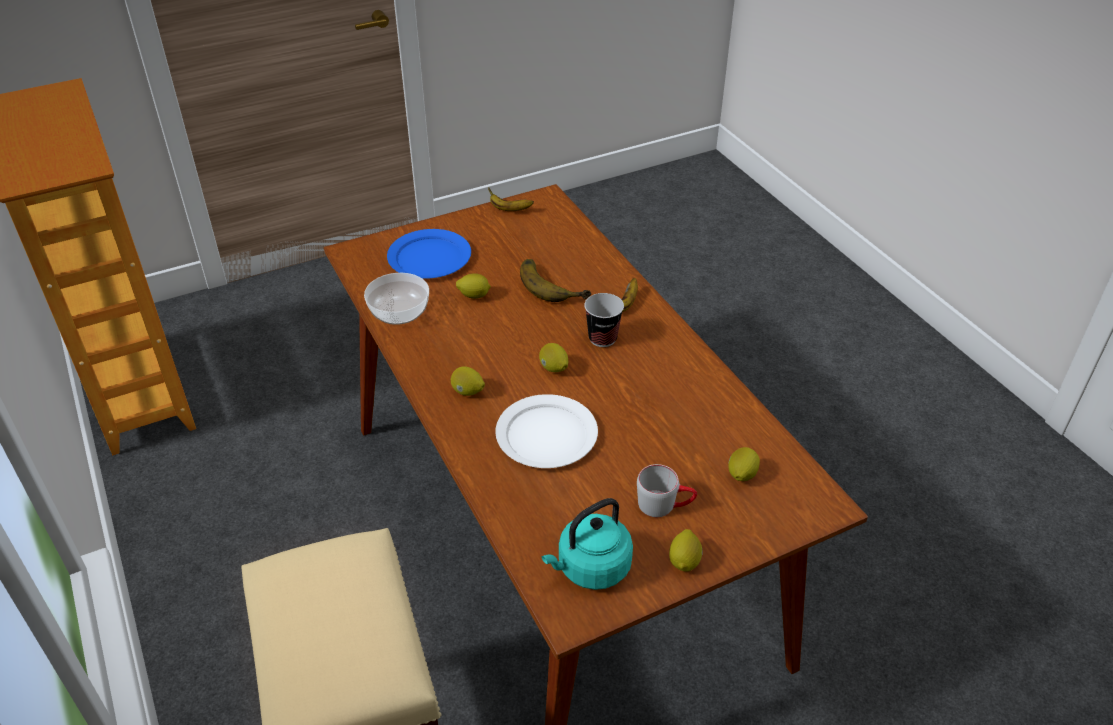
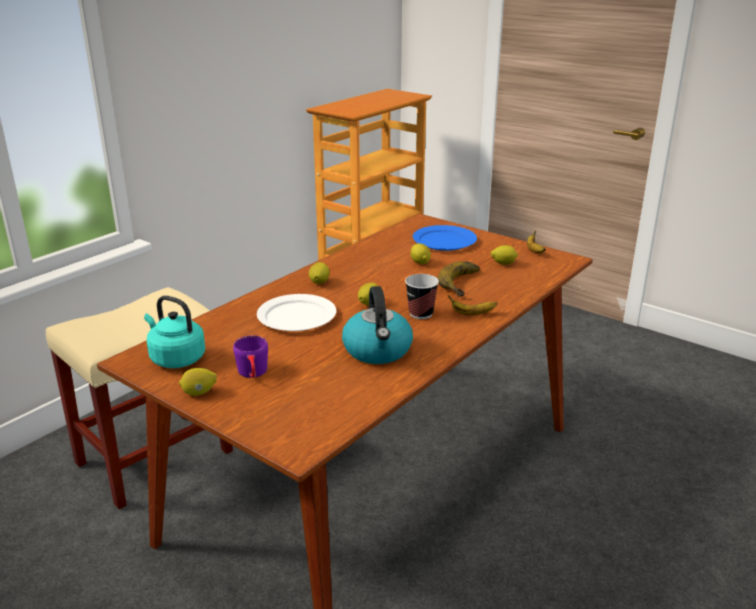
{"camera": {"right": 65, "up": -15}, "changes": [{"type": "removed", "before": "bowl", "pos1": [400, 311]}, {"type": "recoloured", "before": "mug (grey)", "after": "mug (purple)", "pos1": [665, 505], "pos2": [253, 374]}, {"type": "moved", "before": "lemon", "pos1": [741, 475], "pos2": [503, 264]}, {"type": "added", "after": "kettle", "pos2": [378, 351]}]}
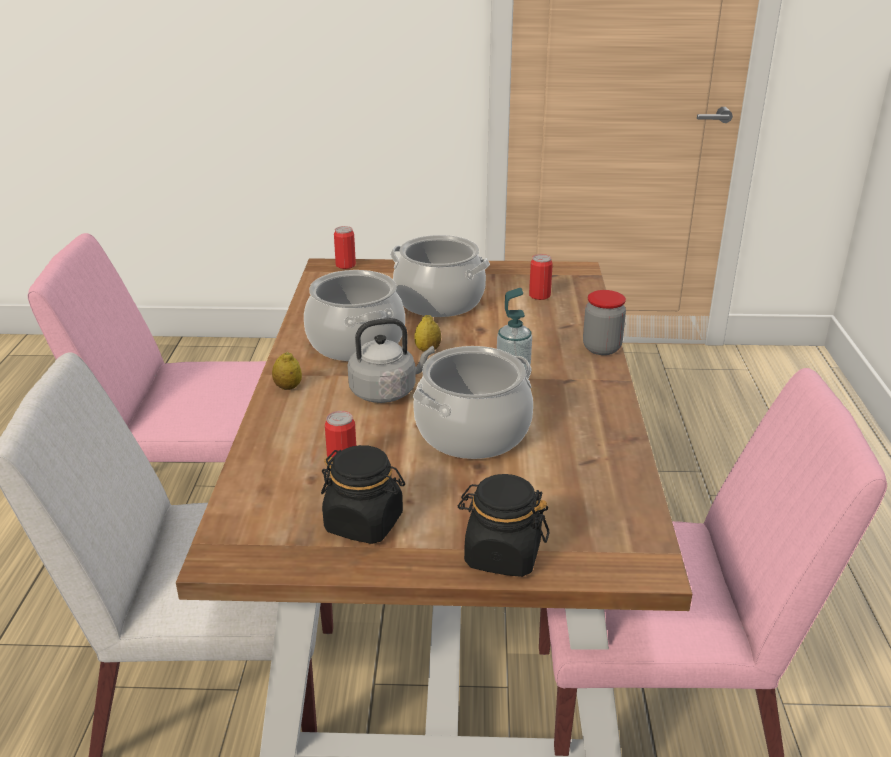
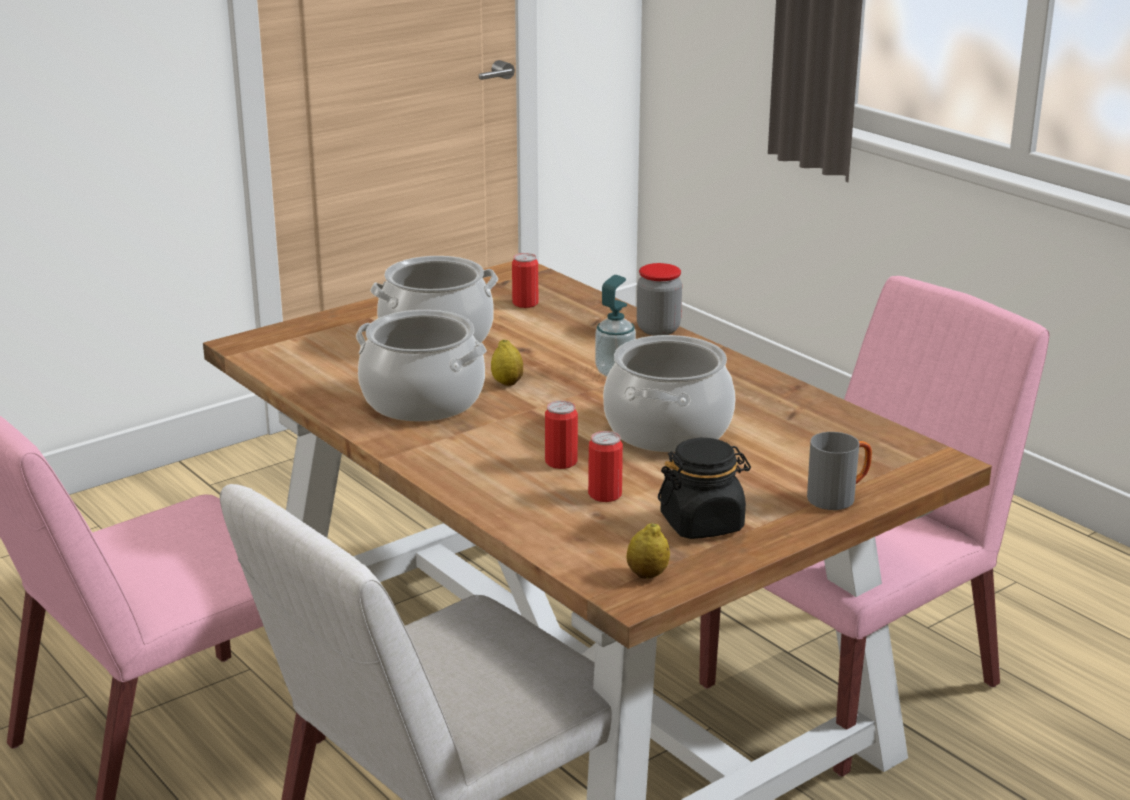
{"camera": {"right": -40, "up": -5}, "changes": [{"type": "moved", "before": "lemon", "pos1": [288, 387], "pos2": [647, 575]}, {"type": "moved", "before": "can", "pos1": [345, 265], "pos2": [561, 462]}, {"type": "removed", "before": "kettle (grey)", "pos1": [386, 392]}, {"type": "replaced", "before": "jar (black)", "after": "mug (grey)", "pos1": [502, 555], "pos2": [838, 498]}]}
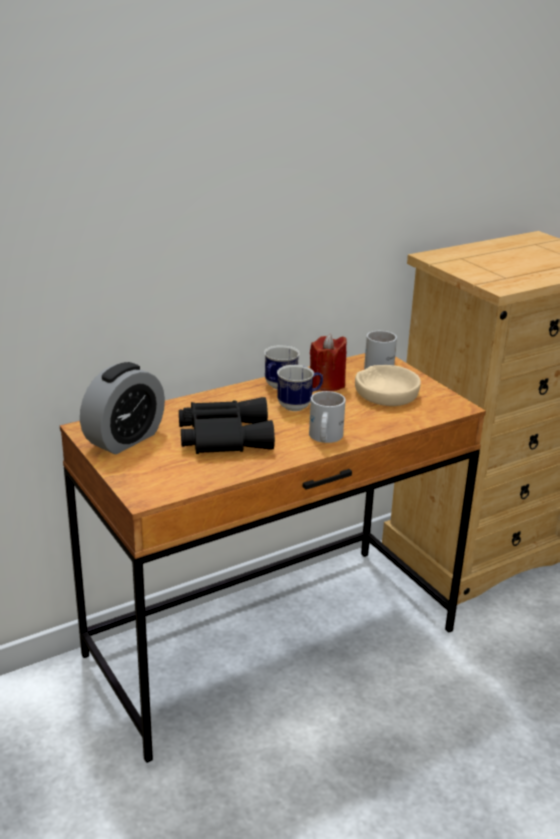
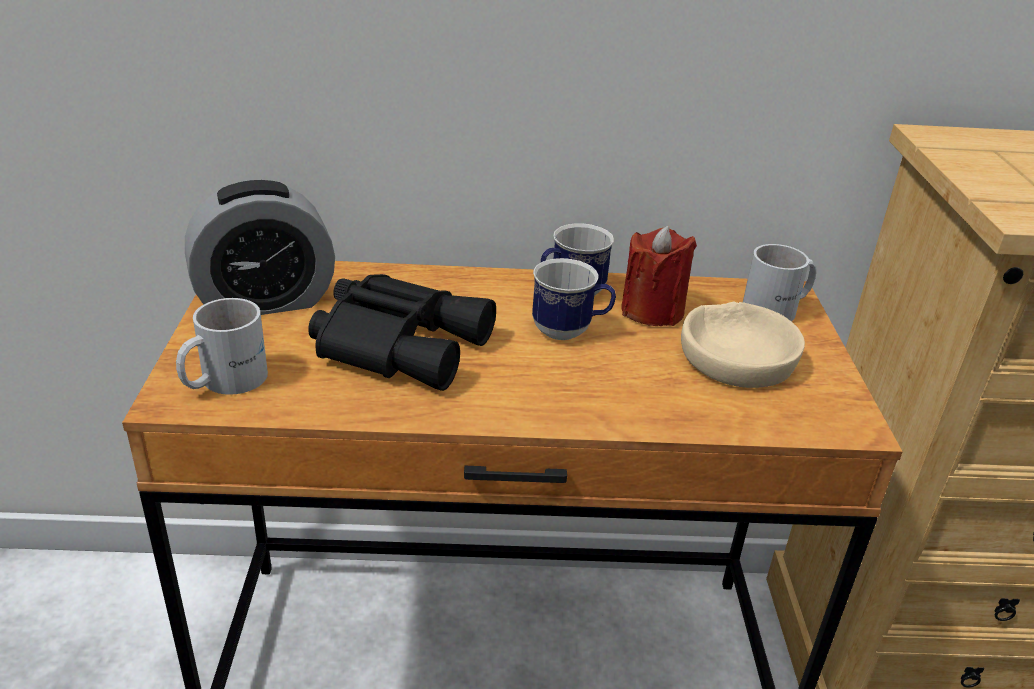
{"camera": {"right": 30, "up": 5}, "changes": [{"type": "moved", "before": "mug (white)", "pos1": [323, 437], "pos2": [222, 380]}]}
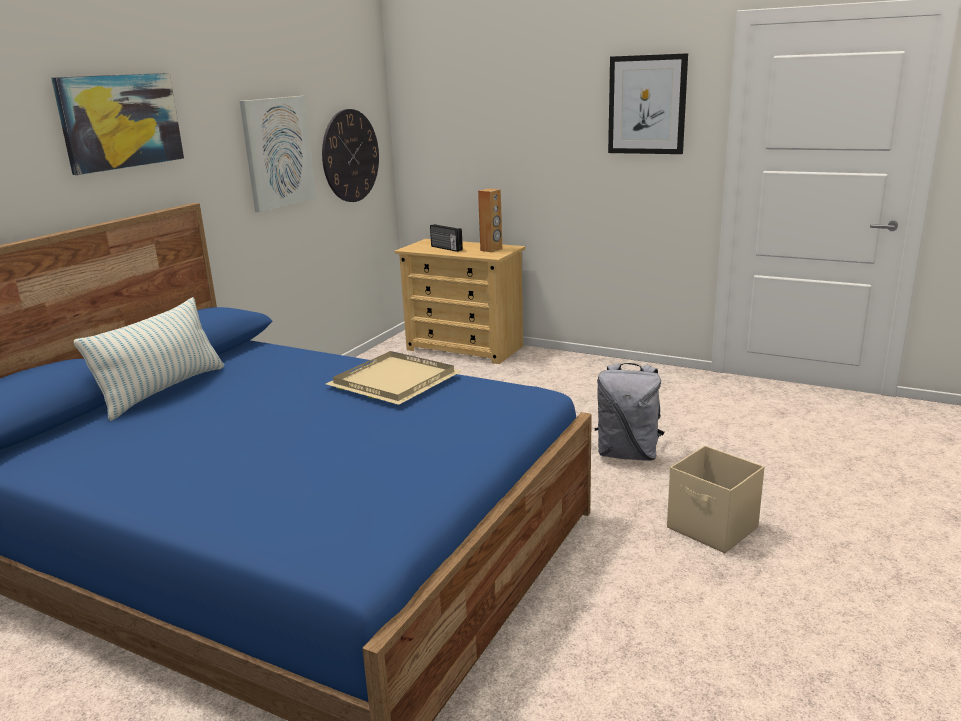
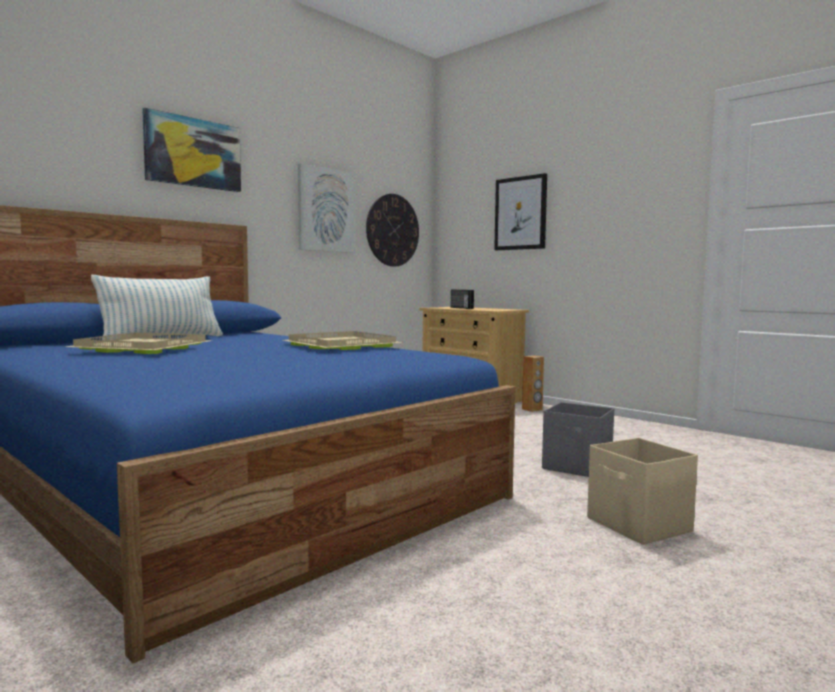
{"camera": {"right": 15, "up": -15}, "changes": [{"type": "moved", "before": "speaker (brown)", "pos1": [491, 250], "pos2": [532, 409]}, {"type": "replaced", "before": "backpack (grey)", "after": "storage box (grey)", "pos1": [628, 454], "pos2": [578, 467]}, {"type": "moved", "before": "picture", "pos1": [647, 105], "pos2": [520, 213]}, {"type": "added", "after": "tray (beige)", "pos2": [143, 348]}]}
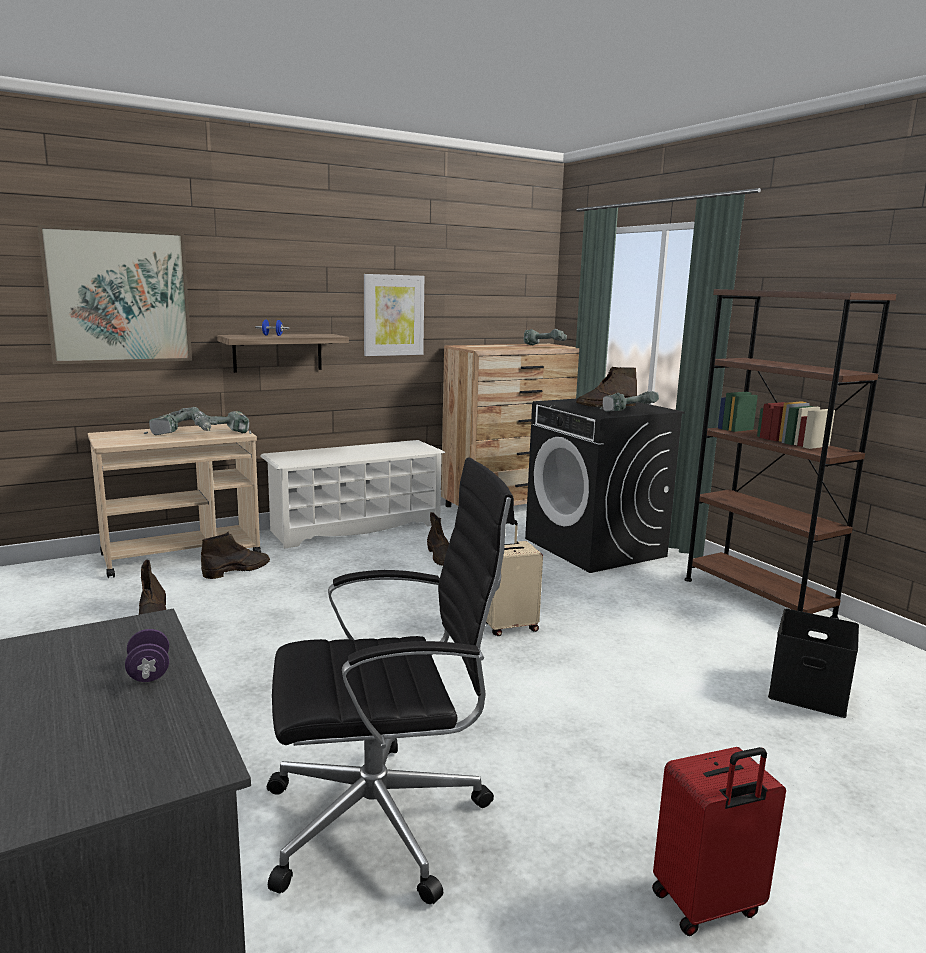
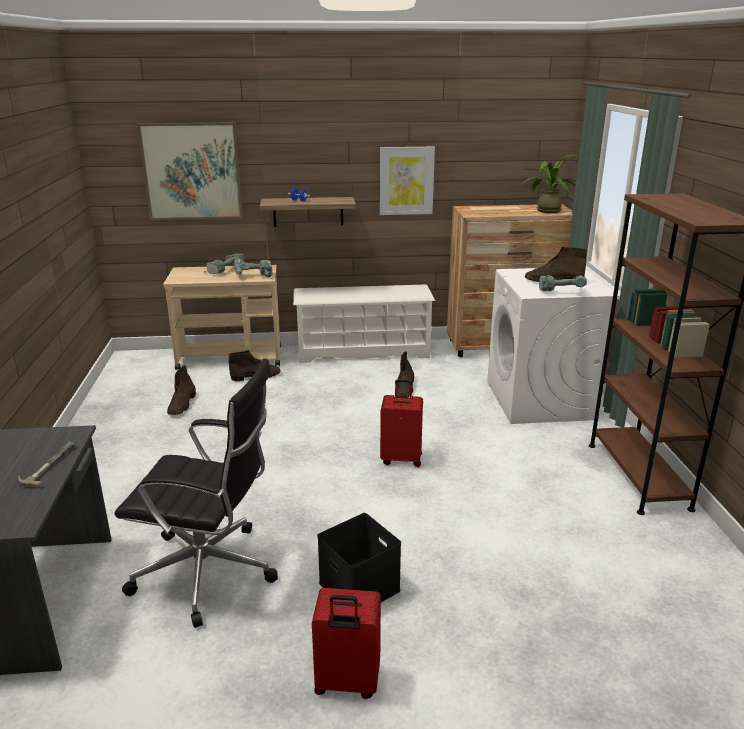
{"camera": {"right": 25, "up": 10}, "changes": [{"type": "replaced", "before": "dumbbell (purple)", "after": "hammer", "pos1": [149, 673], "pos2": [46, 466]}, {"type": "recoloured", "before": "suitcase (beige)", "after": "suitcase (red)", "pos1": [508, 626], "pos2": [401, 458]}, {"type": "replaced", "before": "power drill", "after": "potted plant", "pos1": [545, 346], "pos2": [545, 210]}, {"type": "recoloured", "before": "washing machine (black)", "after": "washing machine (white)", "pos1": [595, 548], "pos2": [540, 400]}, {"type": "moved", "before": "storage box (black)", "pos1": [810, 691], "pos2": [361, 587]}]}
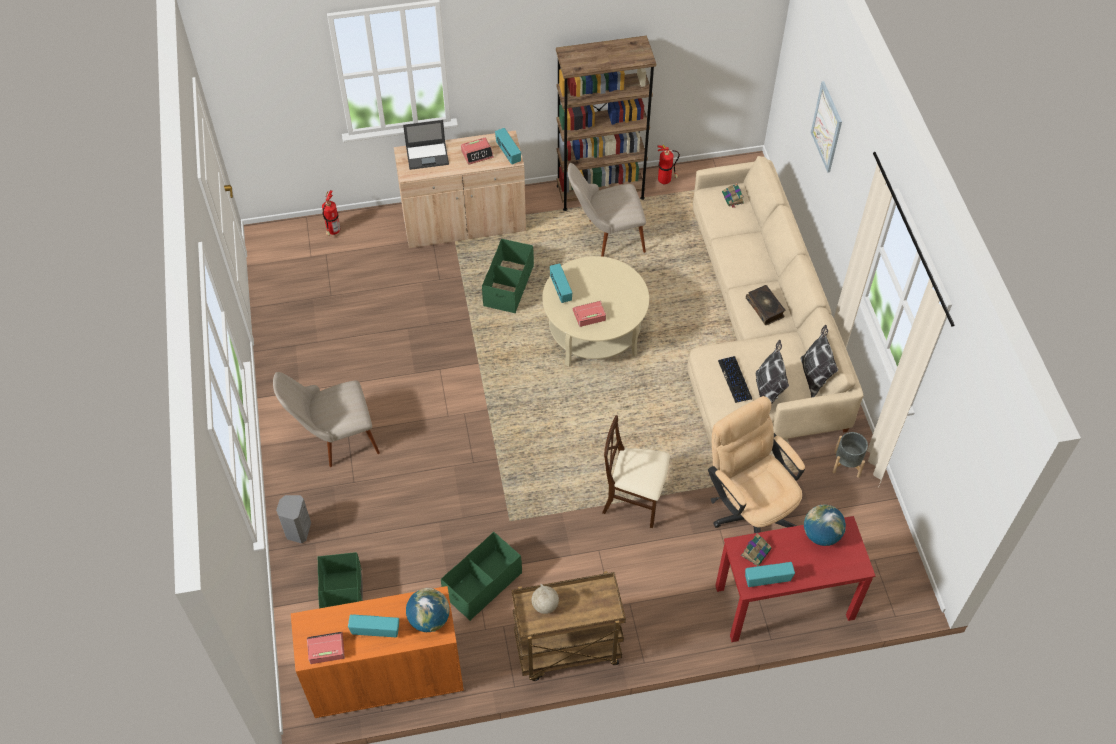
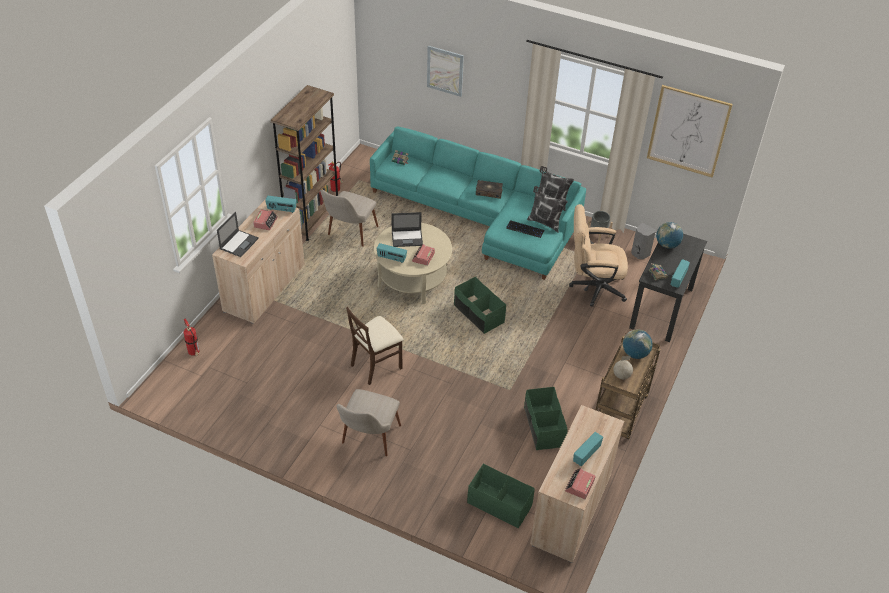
{"camera": {"right": -55, "up": -10}, "changes": [{"type": "moved", "before": "speaker (grey)", "pos1": [297, 530], "pos2": [639, 254]}, {"type": "recoloured", "before": "cabinet (orange)", "after": "cabinet (beige)", "pos1": [386, 677], "pos2": [571, 510]}, {"type": "moved", "before": "globe", "pos1": [429, 619], "pos2": [635, 354]}, {"type": "moved", "before": "storage box (green)", "pos1": [508, 286], "pos2": [478, 314]}, {"type": "moved", "before": "chair (beige)", "pos1": [634, 501], "pos2": [376, 365]}, {"type": "recoloured", "before": "sofa (beige)", "after": "sofa (turquoise)", "pos1": [758, 332], "pos2": [482, 217]}, {"type": "recoloured", "before": "desk (red)", "after": "desk (black)", "pos1": [783, 602], "pos2": [661, 308]}, {"type": "added", "after": "laptop", "pos2": [407, 238]}, {"type": "added", "after": "picture", "pos2": [688, 131]}]}
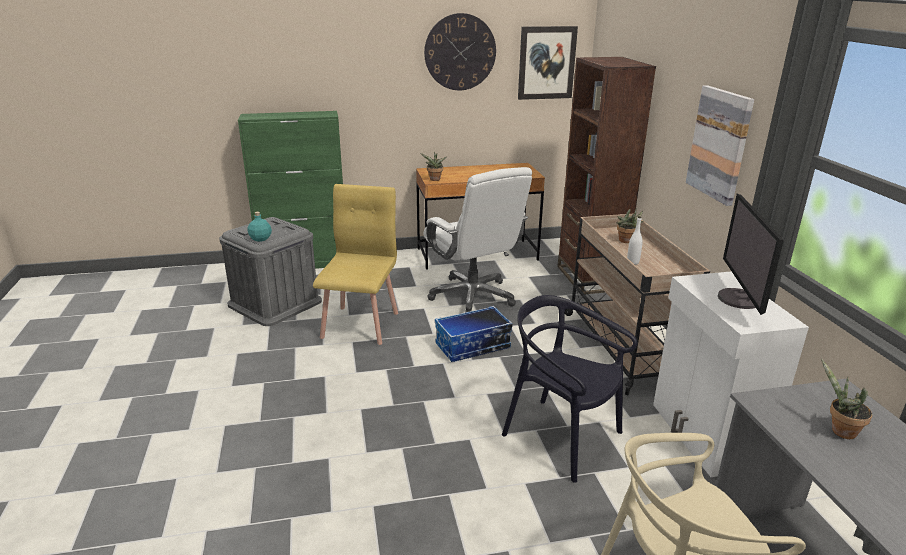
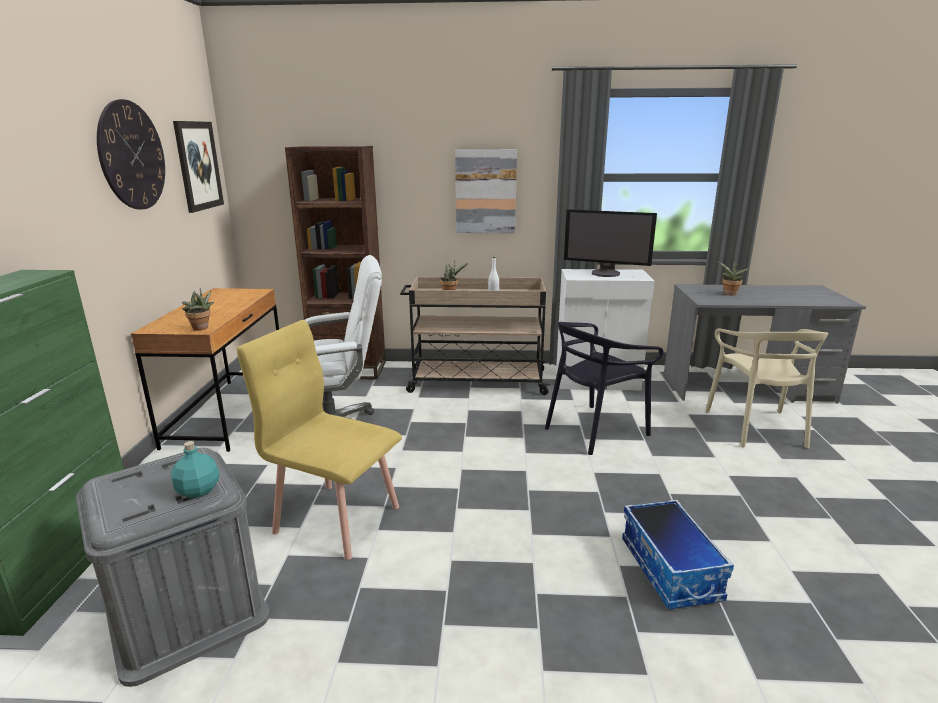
{"camera": {"right": -75, "up": -5}, "changes": [{"type": "moved", "before": "storage box", "pos1": [472, 346], "pos2": [671, 570]}]}
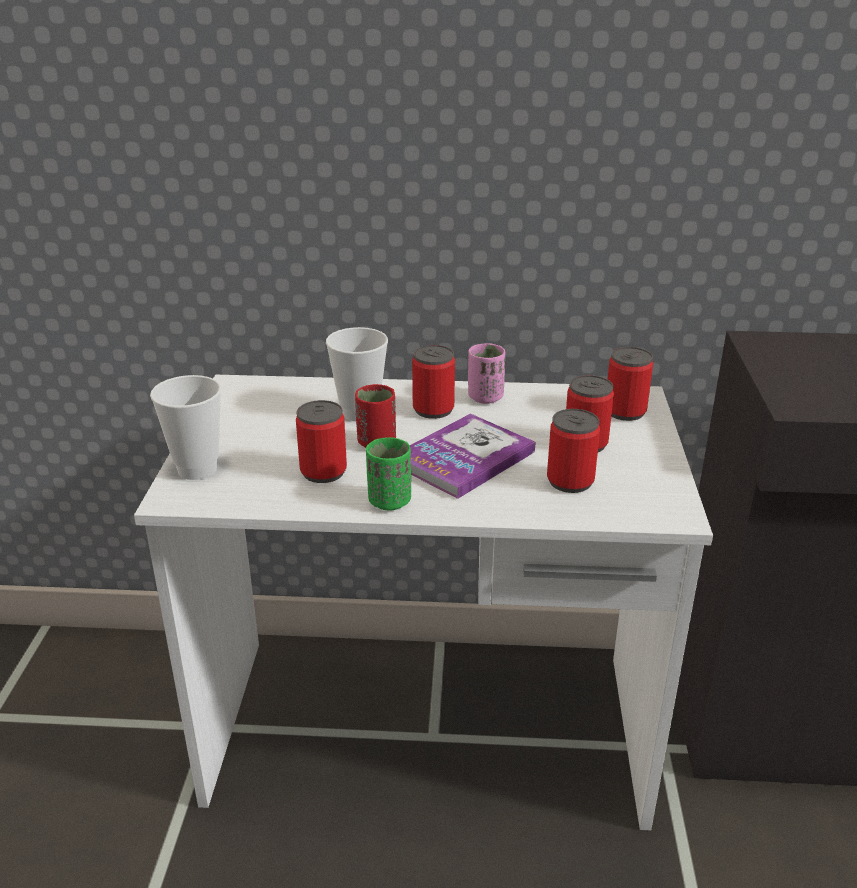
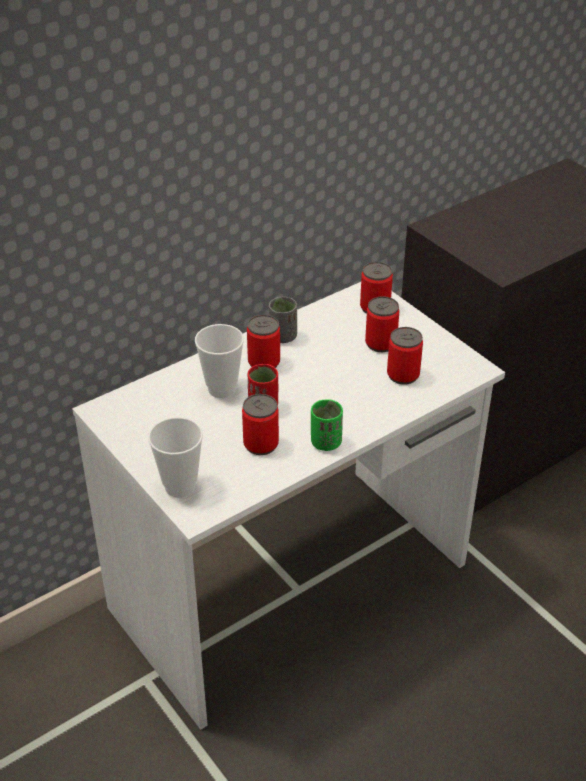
{"camera": {"right": -40, "up": 10}, "changes": [{"type": "removed", "before": "book", "pos1": [464, 458]}, {"type": "recoloured", "before": "cup (pink)", "after": "cup (grey)", "pos1": [485, 397], "pos2": [283, 337]}]}
